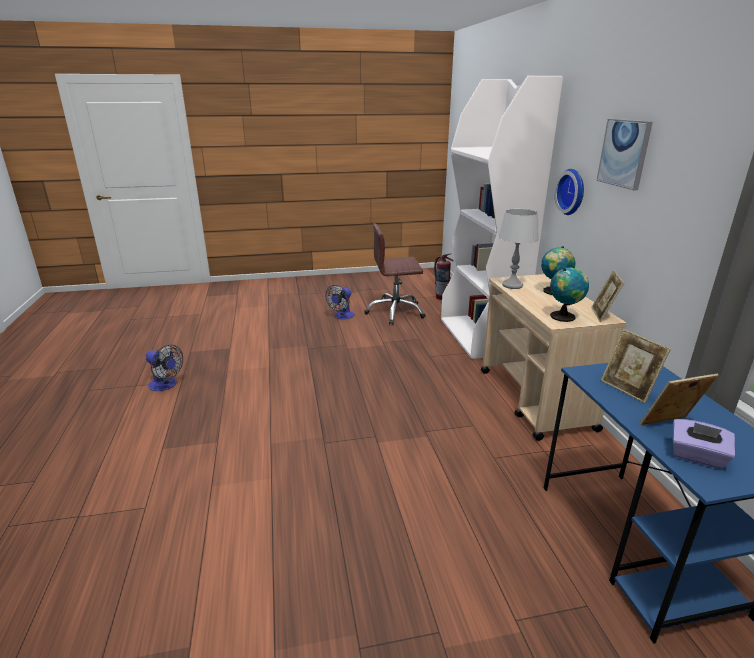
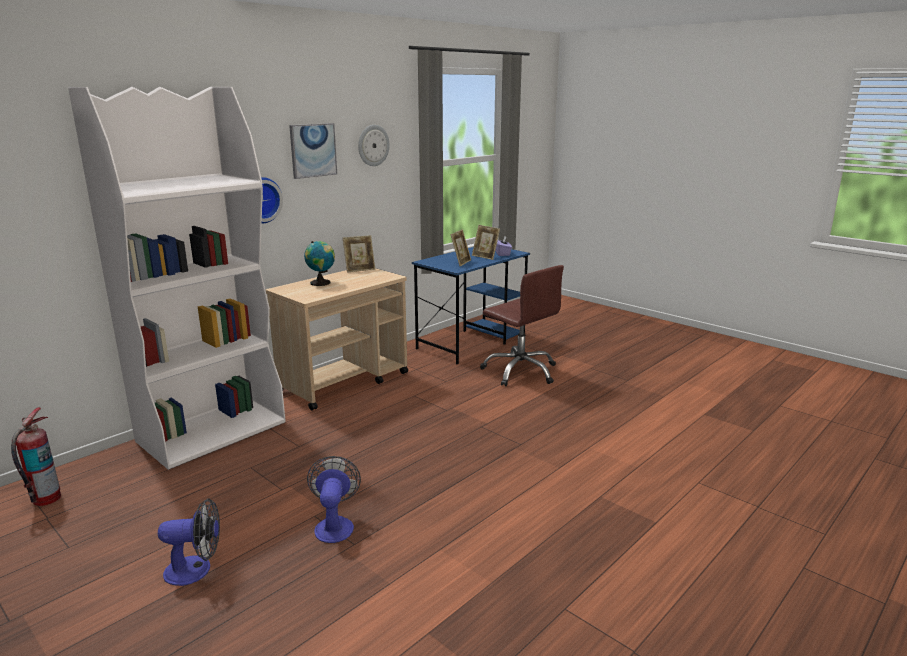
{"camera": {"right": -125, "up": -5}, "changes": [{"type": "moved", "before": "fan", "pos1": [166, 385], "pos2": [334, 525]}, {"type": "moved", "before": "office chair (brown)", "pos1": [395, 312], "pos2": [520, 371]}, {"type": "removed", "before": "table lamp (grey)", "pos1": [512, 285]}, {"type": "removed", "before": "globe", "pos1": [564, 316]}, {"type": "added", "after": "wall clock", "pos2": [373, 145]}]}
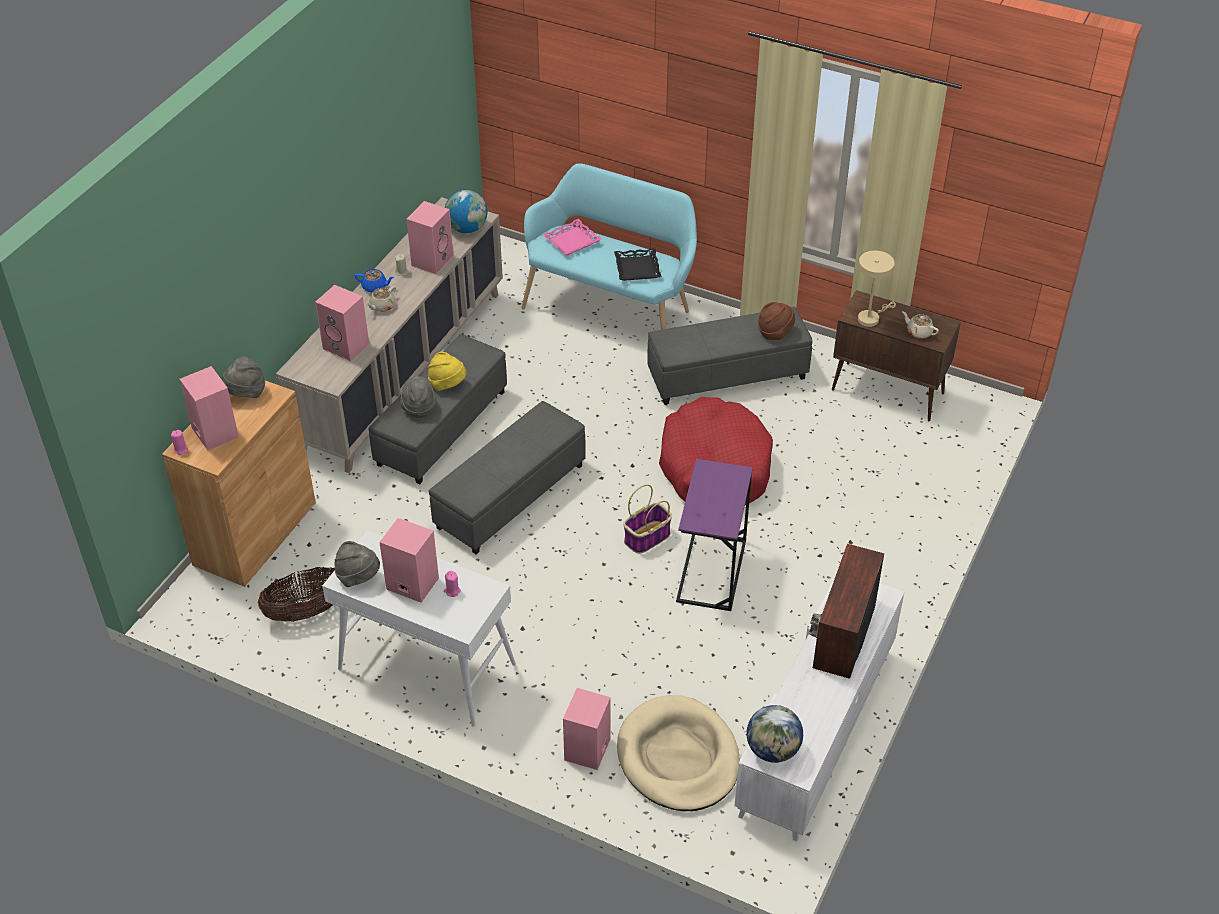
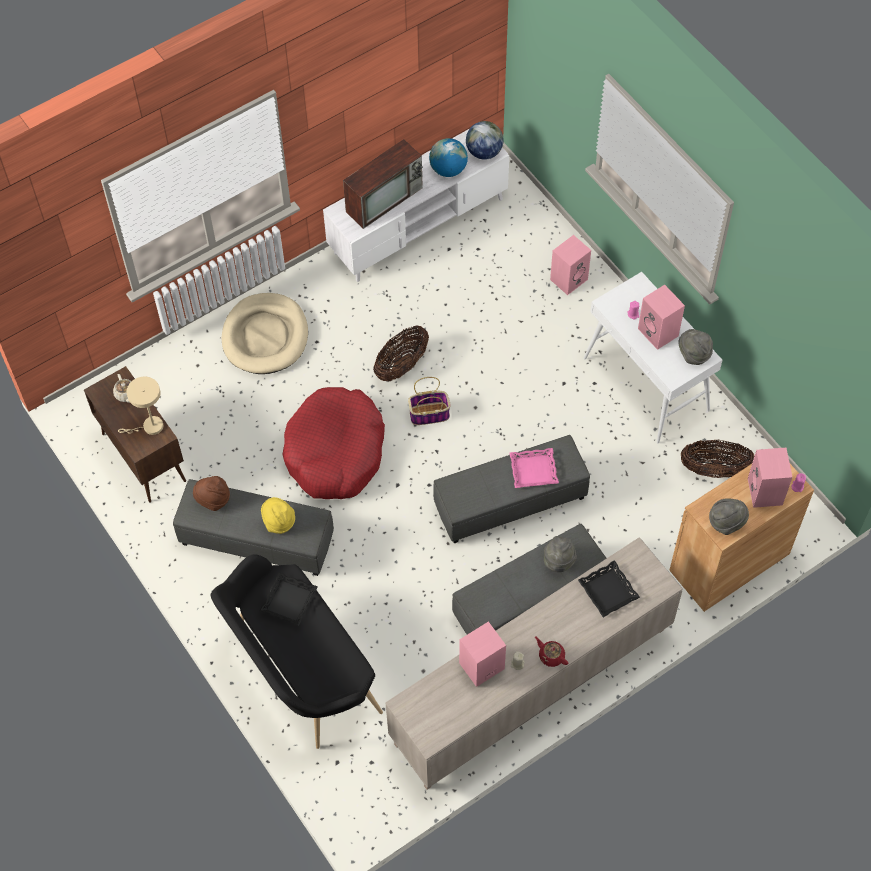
{"camera": {"right": -150, "up": 15}, "changes": [{"type": "replaced", "before": "speaker (pink)", "after": "tray (black)", "pos1": [347, 346], "pos2": [607, 591]}, {"type": "recoloured", "before": "teapot (blue)", "after": "teapot (red)", "pos1": [375, 287], "pos2": [551, 655]}, {"type": "removed", "before": "teapot (beige)", "pos1": [382, 306]}, {"type": "moved", "before": "hat (yellow)", "pos1": [448, 384], "pos2": [278, 522]}, {"type": "moved", "before": "globe", "pos1": [467, 228], "pos2": [448, 169]}, {"type": "recoloured", "before": "bench (turquoise)", "after": "bench (black)", "pos1": [611, 307], "pos2": [299, 672]}, {"type": "moved", "before": "tray (pink)", "pos1": [572, 241], "pos2": [533, 471]}, {"type": "moved", "before": "dog bed (beige)", "pos1": [678, 757], "pos2": [265, 336]}, {"type": "replaced", "before": "side table (purple)", "after": "basket", "pos1": [711, 571], "pos2": [401, 365]}]}
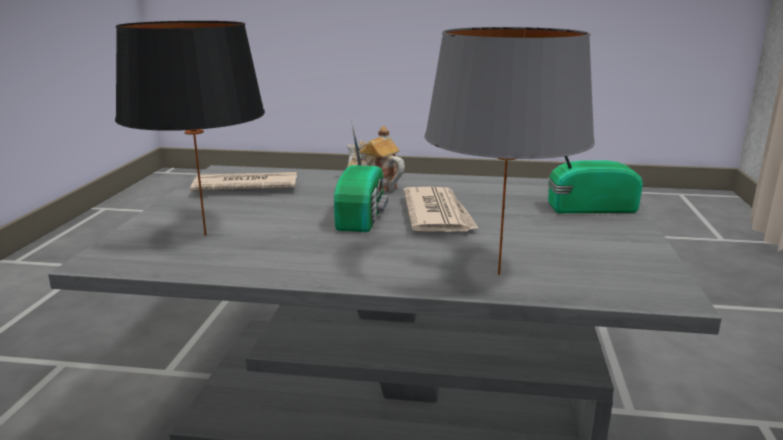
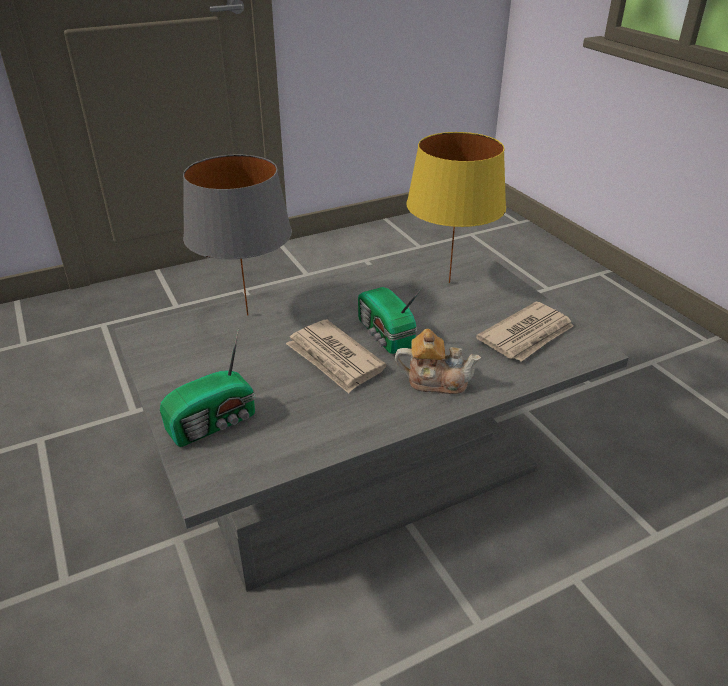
{"camera": {"right": 145, "up": 15}, "changes": [{"type": "recoloured", "before": "table lamp (black)", "after": "table lamp (yellow)", "pos1": [205, 234], "pos2": [450, 283]}]}
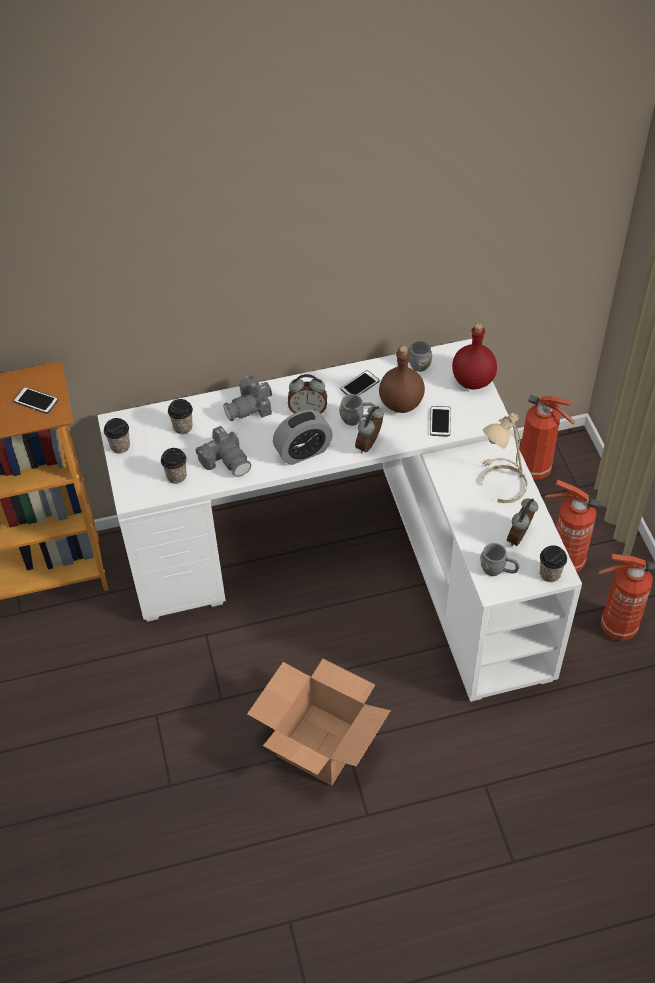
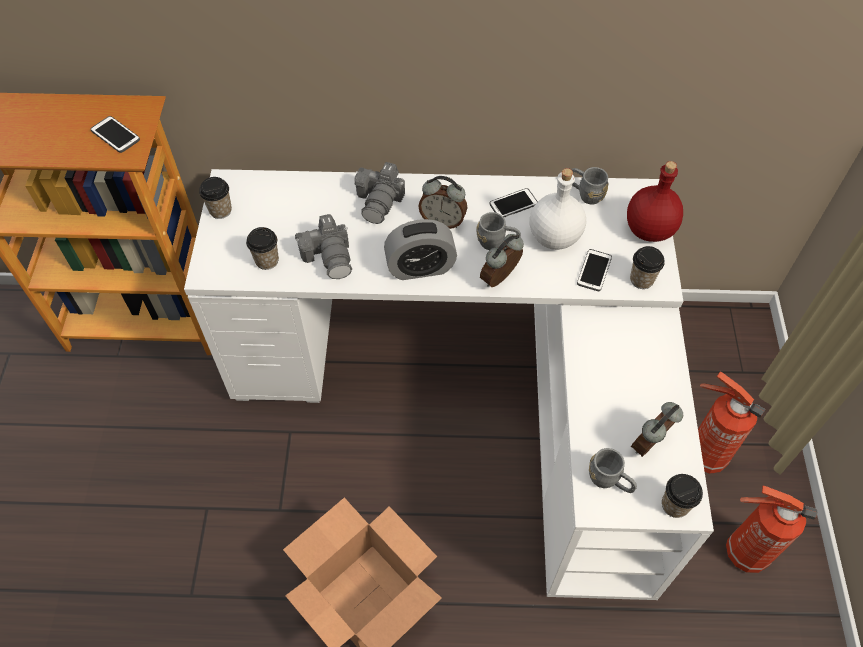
{"camera": {"right": 15, "up": 5}, "changes": [{"type": "moved", "before": "cup", "pos1": [183, 427], "pos2": [641, 280]}, {"type": "turned", "before": "photo camera", "pos1": [250, 408], "pos2": [380, 201], "turn": -60}, {"type": "recoloured", "before": "bottle (brown)", "after": "bottle (white)", "pos1": [401, 403], "pos2": [555, 237]}, {"type": "removed", "before": "table lamp (beige)", "pos1": [501, 483]}, {"type": "removed", "before": "fire extinguisher", "pos1": [536, 470]}]}
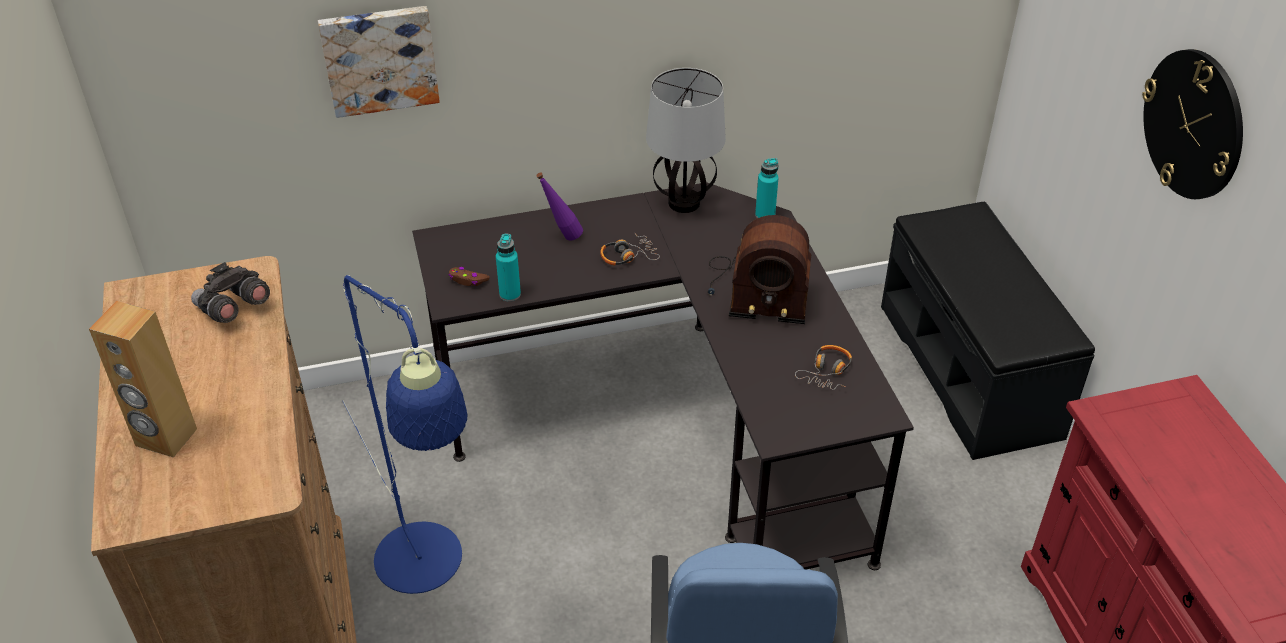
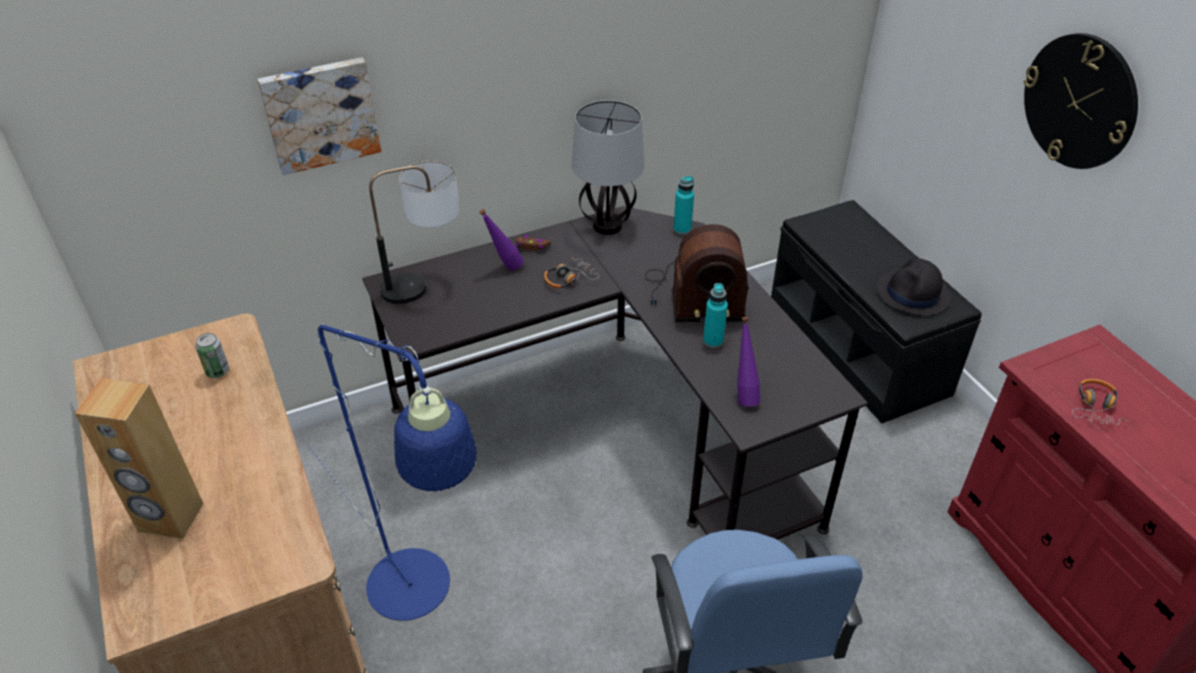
{"camera": {"right": -10, "up": 0}, "changes": [{"type": "replaced", "before": "binoculars (grey)", "after": "can", "pos1": [233, 309], "pos2": [217, 371]}, {"type": "moved", "before": "game controller (brown)", "pos1": [468, 280], "pos2": [532, 246]}, {"type": "moved", "before": "bottle (turquoise)", "pos1": [510, 294], "pos2": [713, 341]}, {"type": "moved", "before": "headphones", "pos1": [827, 372], "pos2": [1095, 407]}, {"type": "added", "after": "table lamp", "pos2": [426, 285]}, {"type": "added", "after": "bottle (purple)", "pos2": [743, 395]}, {"type": "added", "after": "hat (black)", "pos2": [912, 294]}]}
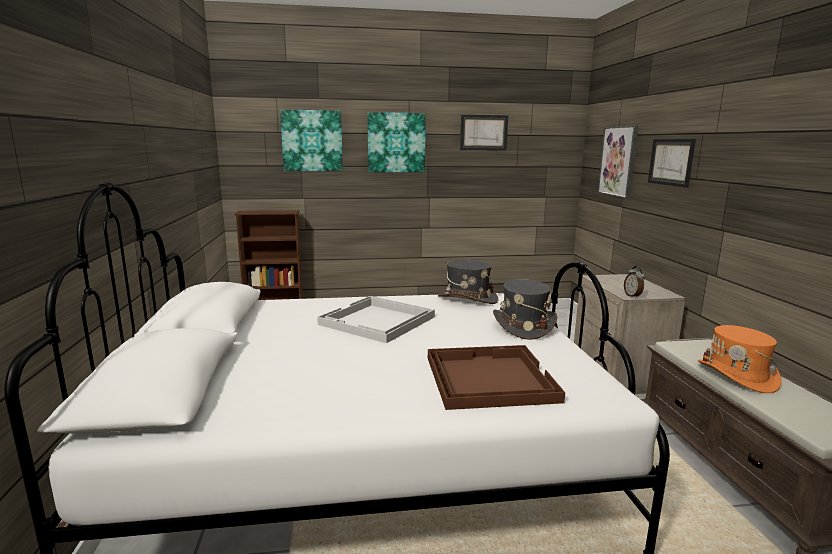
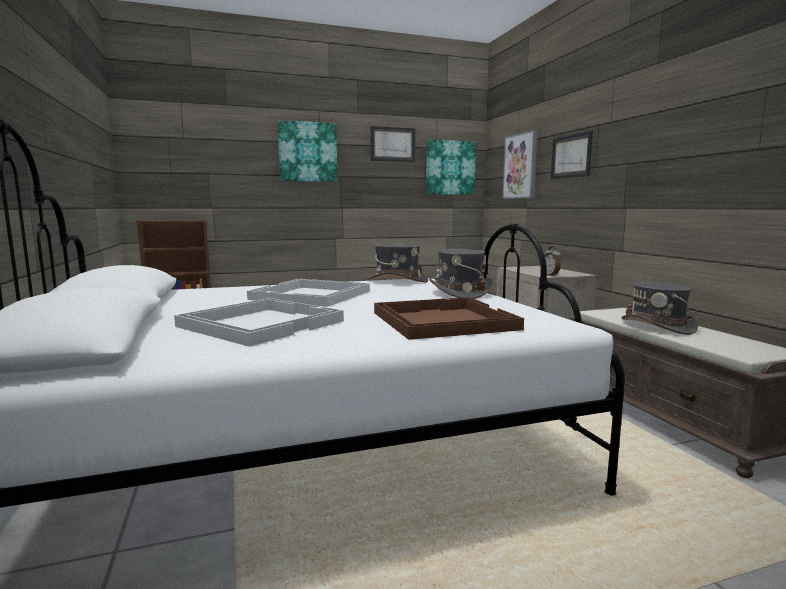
{"camera": {"right": -10, "up": -5}, "changes": [{"type": "moved", "before": "picture", "pos1": [312, 141], "pos2": [450, 168]}, {"type": "recoloured", "before": "hat (orange)", "after": "hat (grey)", "pos1": [737, 376], "pos2": [658, 326]}, {"type": "added", "after": "tray (white)", "pos2": [261, 323]}]}
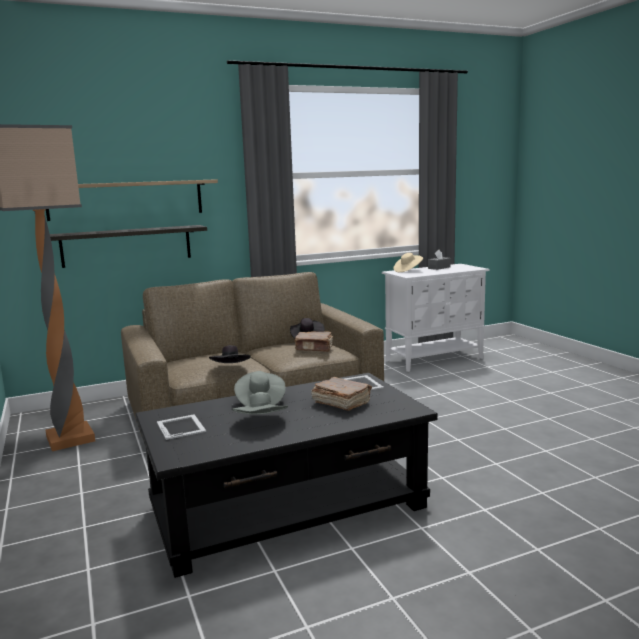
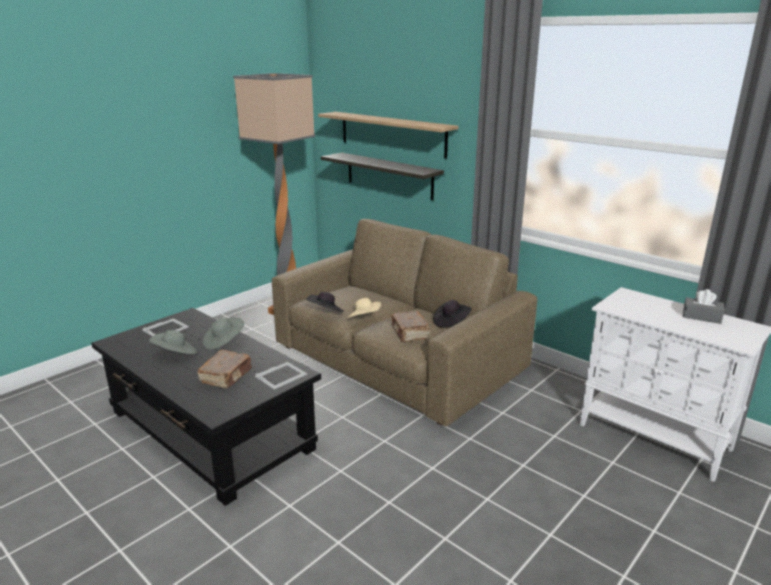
{"camera": {"right": 65, "up": 10}, "changes": [{"type": "moved", "before": "hat (beige)", "pos1": [408, 270], "pos2": [364, 319]}]}
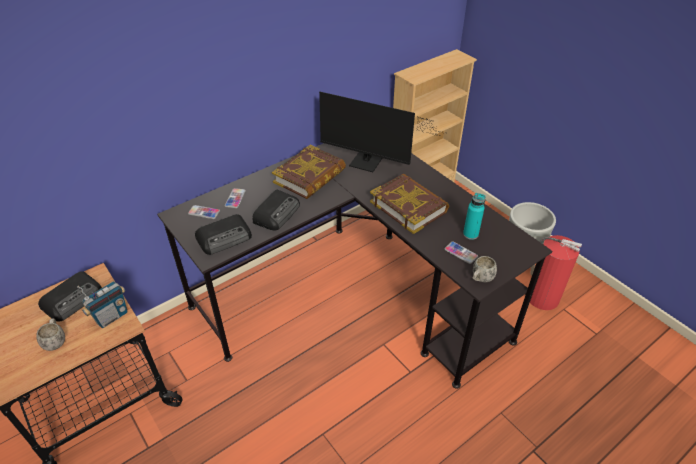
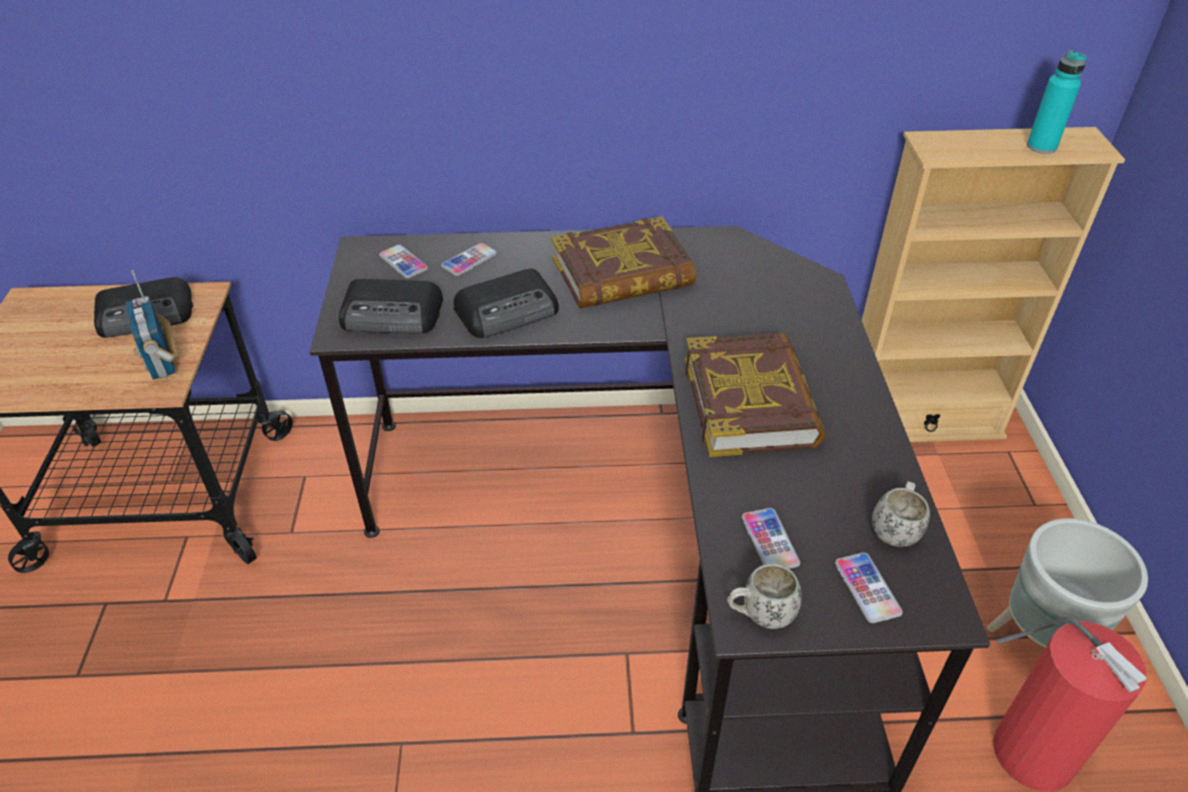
{"camera": {"right": 35, "up": 0}, "changes": [{"type": "moved", "before": "mug (white)", "pos1": [56, 341], "pos2": [895, 528]}, {"type": "turned", "before": "radio", "pos1": [111, 316], "pos2": [163, 363], "turn": 75}, {"type": "removed", "before": "monitor", "pos1": [369, 164]}, {"type": "moved", "before": "bottle (turquoise)", "pos1": [470, 234], "pos2": [1041, 147]}, {"type": "added", "after": "phone", "pos2": [867, 588]}]}
